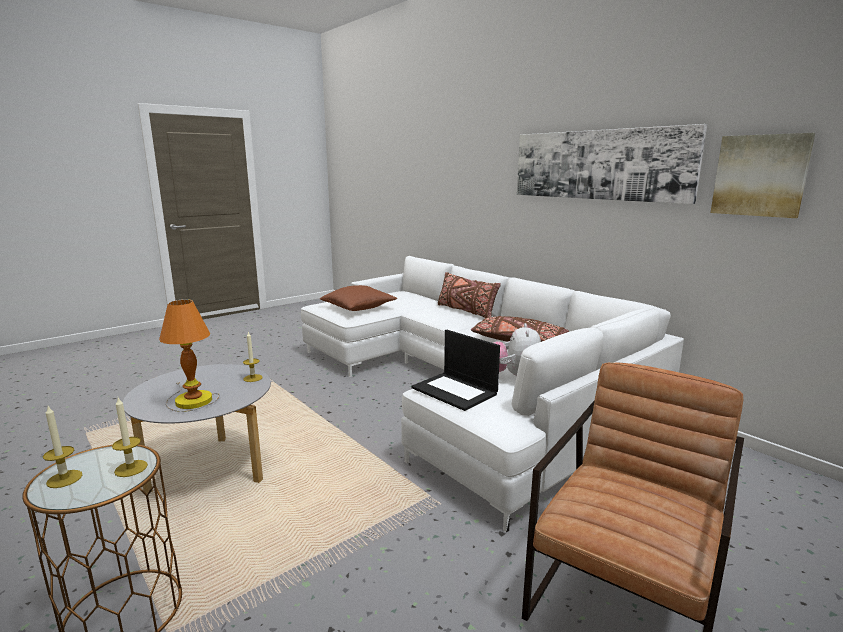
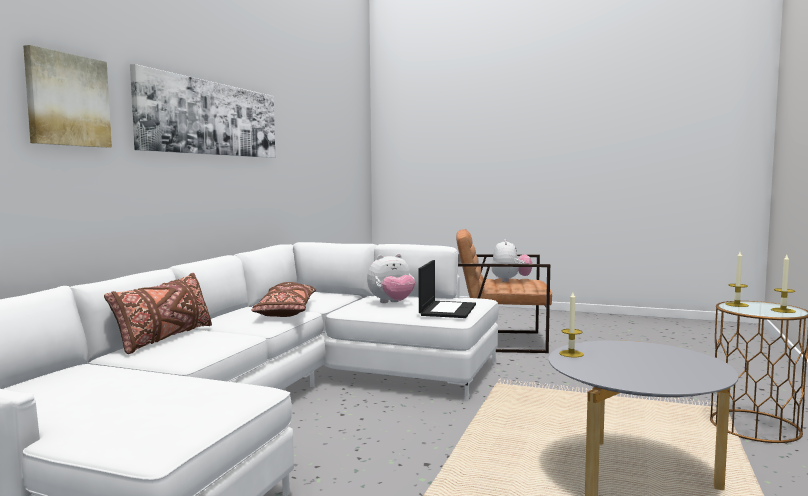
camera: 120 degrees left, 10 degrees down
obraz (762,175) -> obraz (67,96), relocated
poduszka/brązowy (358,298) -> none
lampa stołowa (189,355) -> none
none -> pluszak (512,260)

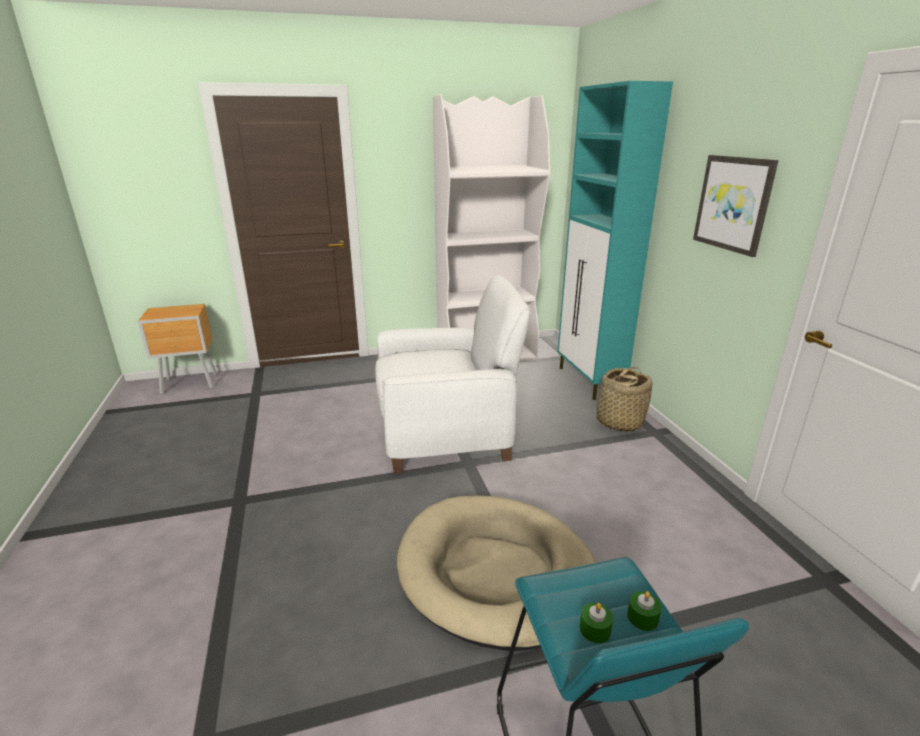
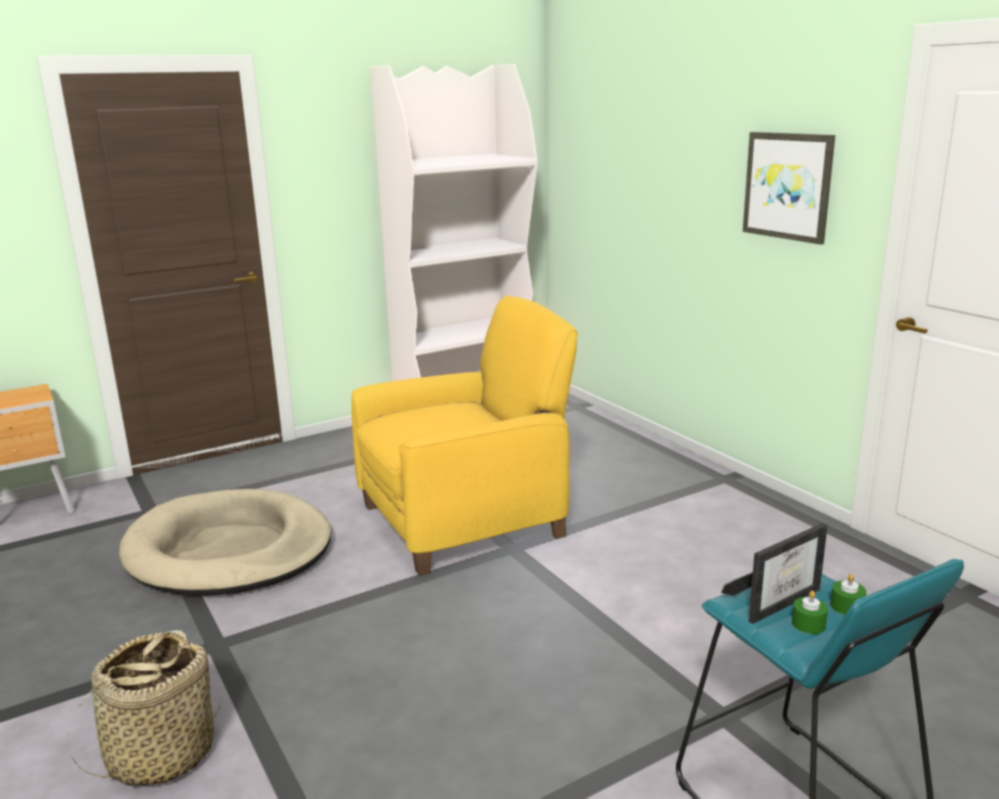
camera: 15 degrees left, 5 degrees down
szafka/turkusowy (615,240) -> none
fotel/biały (452,374) -> fotel/żółty (464,436)
koszyk (622,399) -> koszyk (144,708), relocated
legowisko/beżowy (496,573) -> legowisko/beżowy (225,542), relocated
none -> ramka na zdjęcie (774,573)

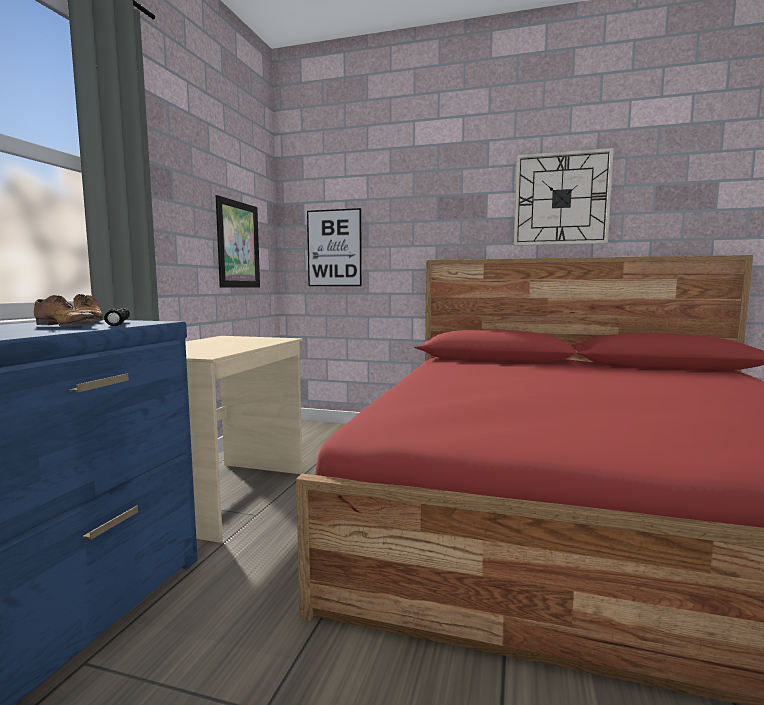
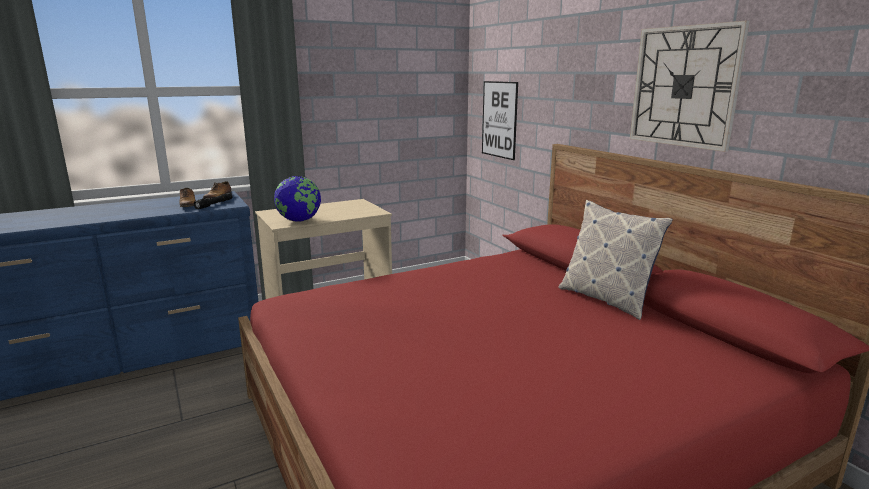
camera: 45 degrees right, 10 degrees up
obraz (238,241) -> none
none -> globus (297,199)
none -> poduszka (615,260)

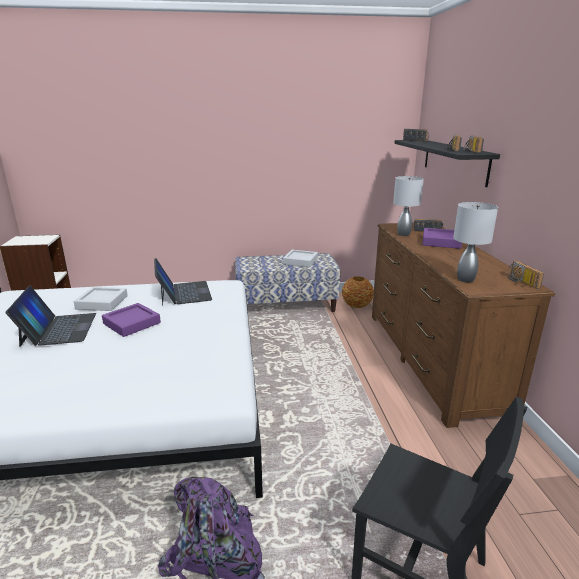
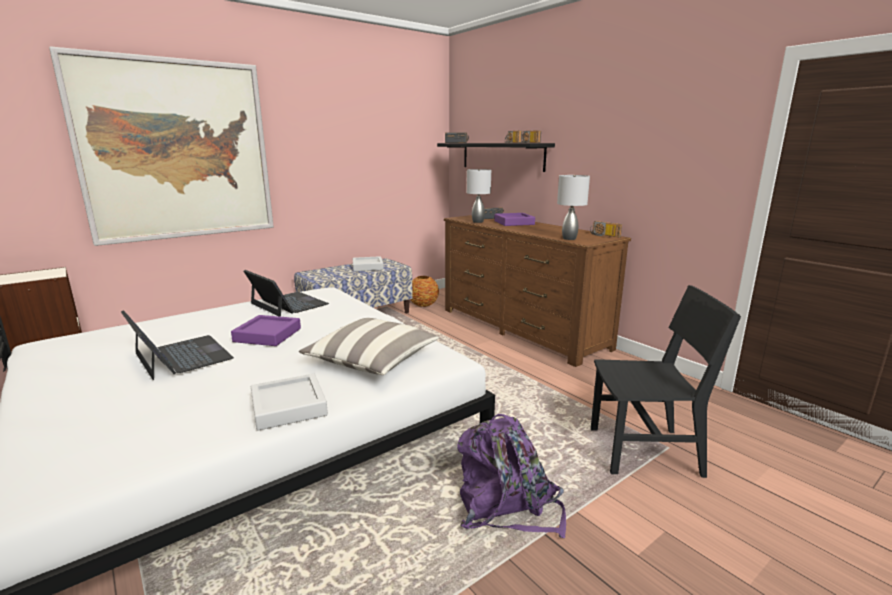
camera: 30 degrees left, 5 degrees down
taca/szary (101,299) -> taca/szary (289,402), relocated
none -> obraz (161,146)
none -> poduszka (369,346)

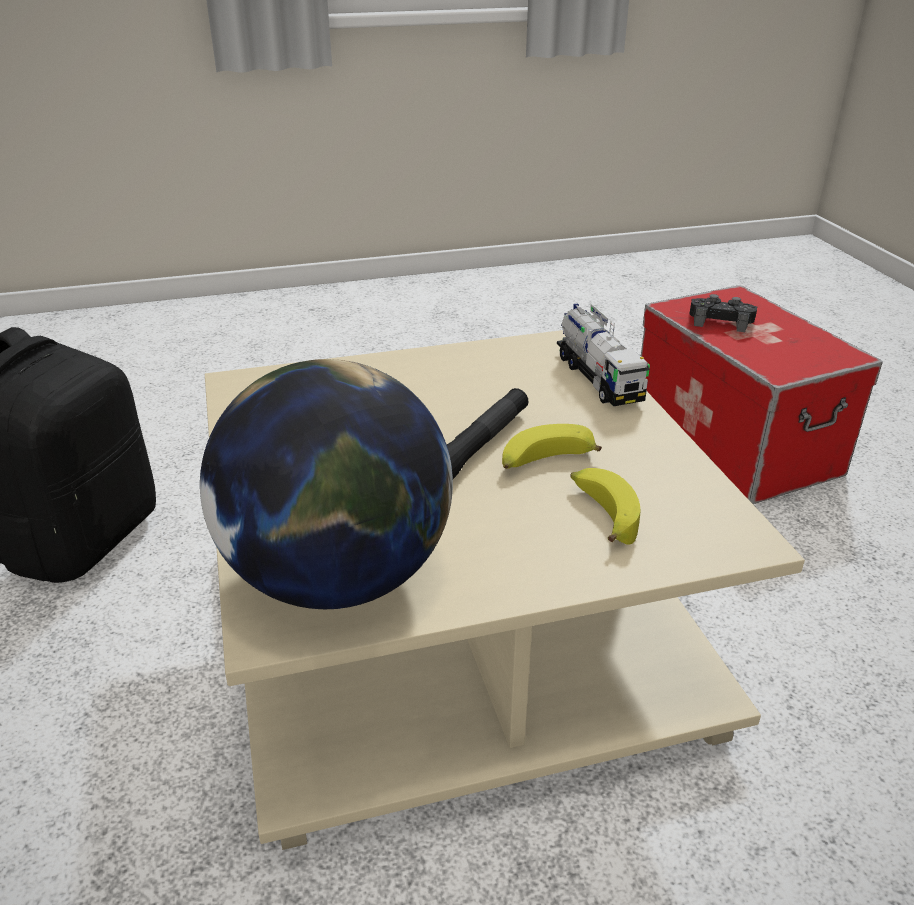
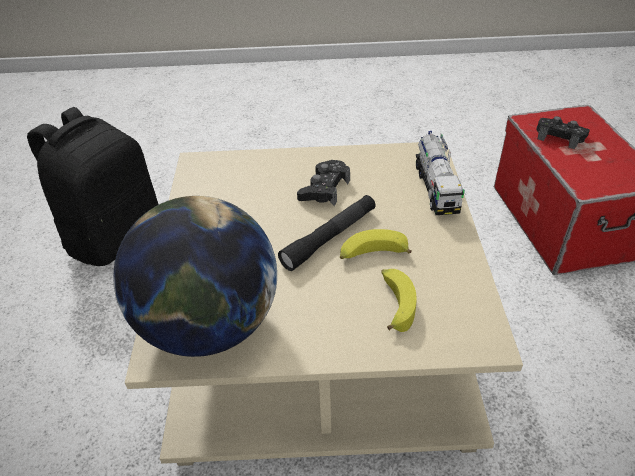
camera: 15 degrees right, 10 degrees up
none -> pad do gier/czarny (323,183)

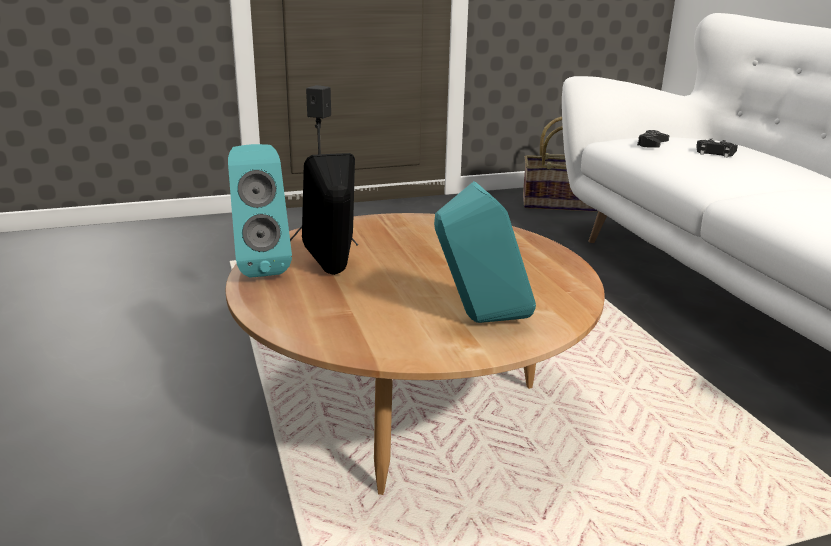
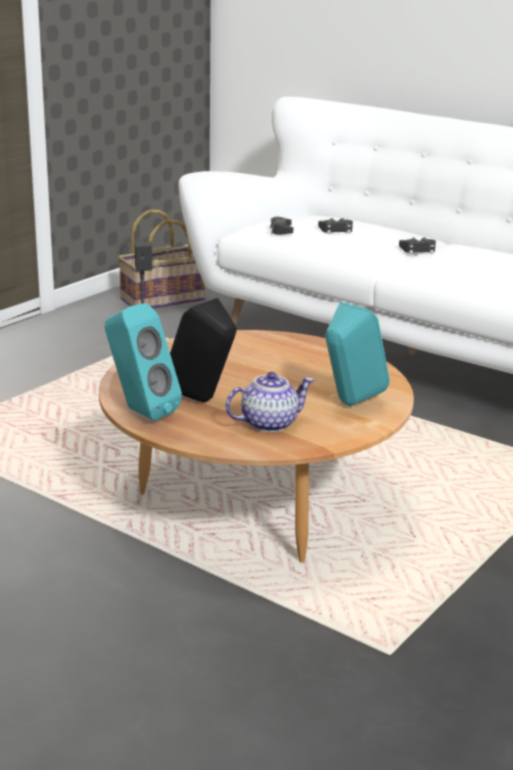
camera: 35 degrees left, 0 degrees up
none -> pad do gier/czarny (417,245)
none -> imbryk (269,402)

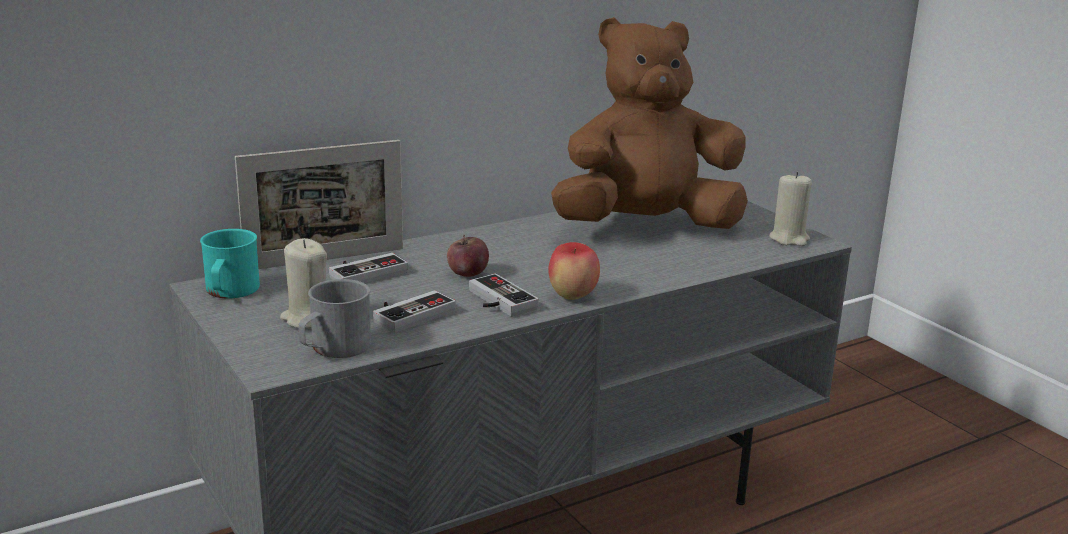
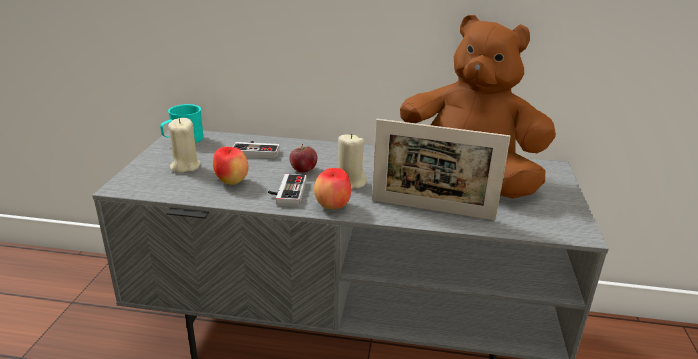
camera: 40 degrees right, 5 degrees up
ramka na zdjęcie (319,204) -> ramka na zdjęcie (441,169), relocated
świeca/beżowy (790,209) -> świeca/beżowy (352,161), relocated
kubek/szary (334,318) -> none
pad do gier (414,311) -> jabłko (230,166)

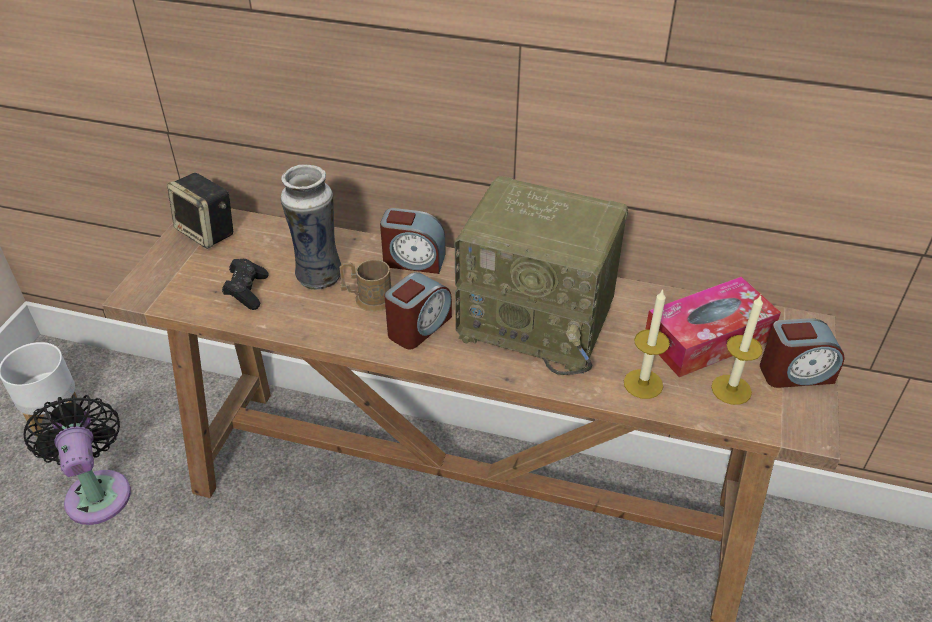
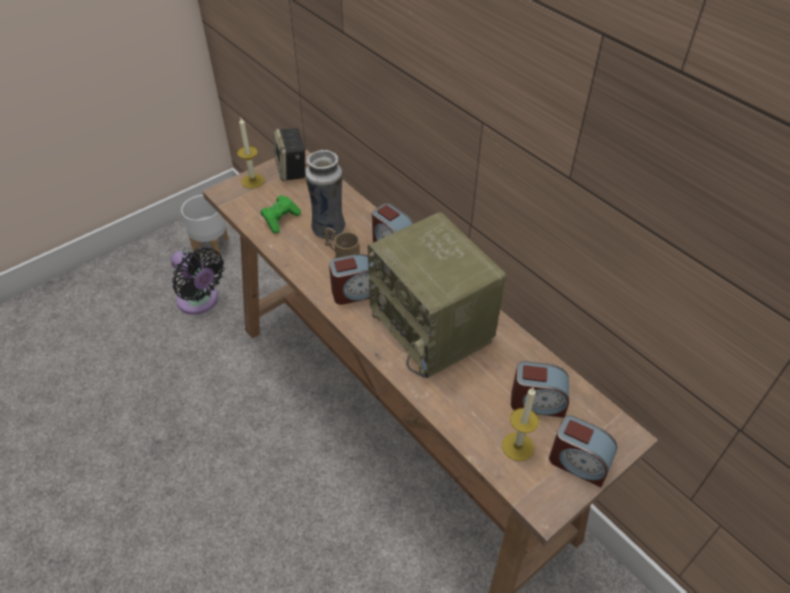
camera: 35 degrees right, 5 degrees up
pad do gier/czarny (245,284) -> pad do gier/zielony (281,214)
pudełko chusteczek (713,327) -> budzik (540,389)
świeca (647,344) -> świeca (251,153), relocated
wentylator/czarny (77,460) -> wentylator/czarny (197,280), 120 degrees clockwise

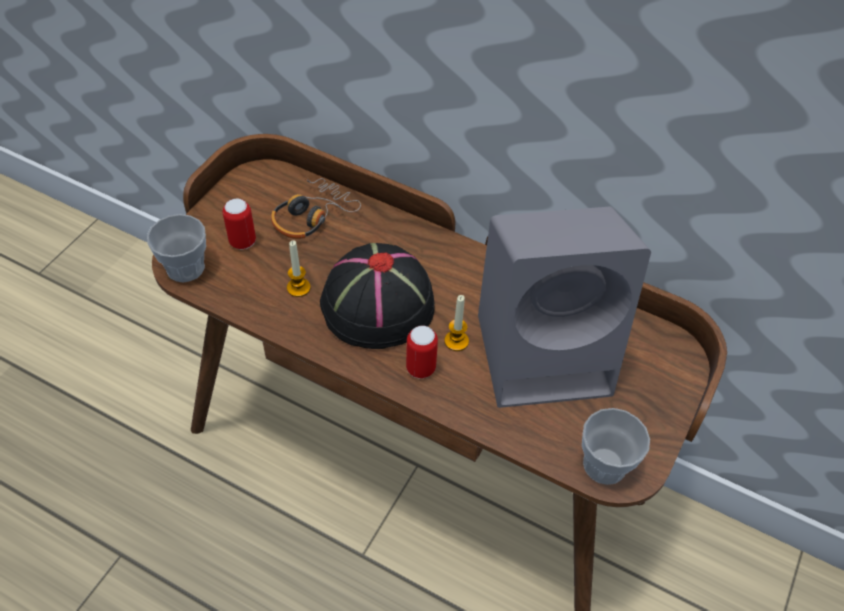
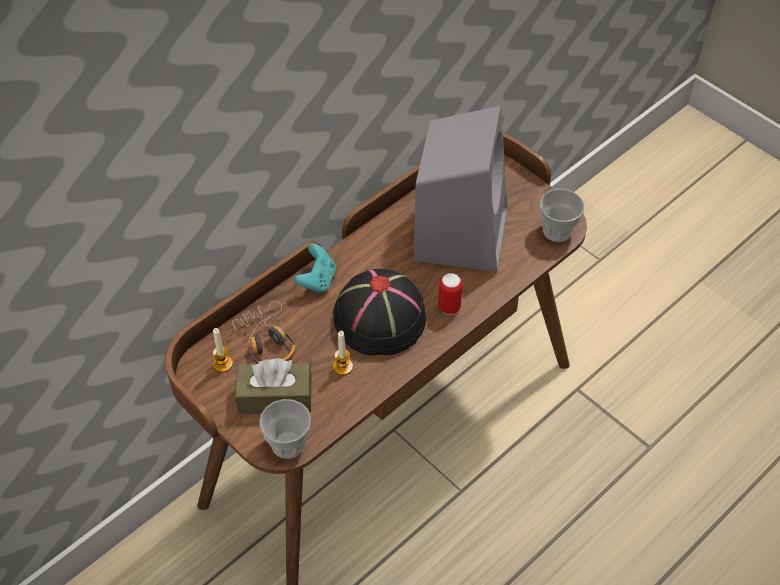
camera: 70 degrees left, 0 degrees up
puszka (239,223) -> pudełko chusteczek/brązowy (273,386)
świeca (456,323) -> świeca (223,350), relocated
none -> pad do gier/turkusowy (315,268)

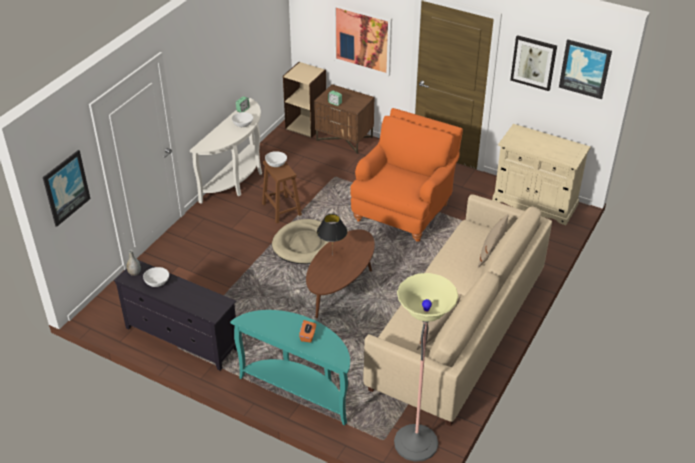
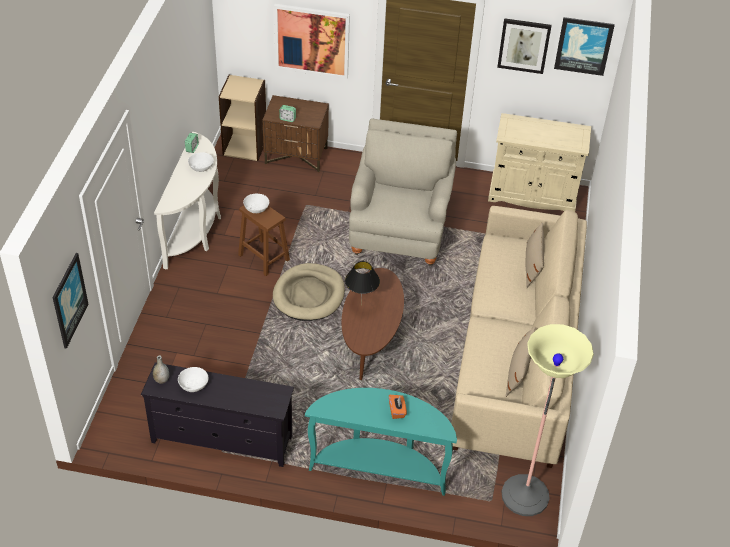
camera: 20 degrees left, 5 degrees up
fotel/pomarańczowy (406,175) -> fotel/beżowy (403,192)

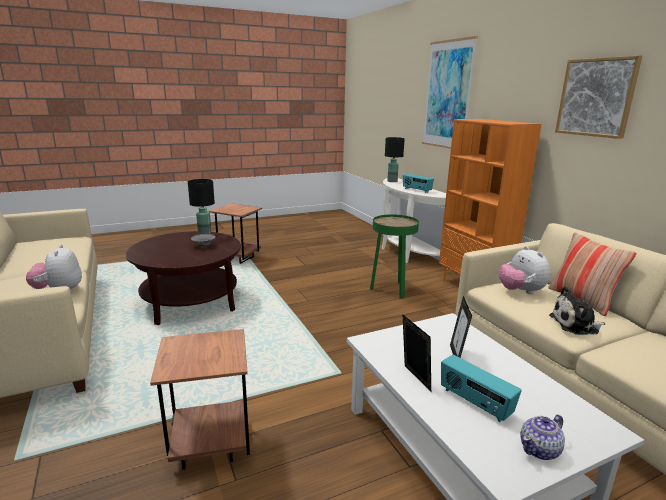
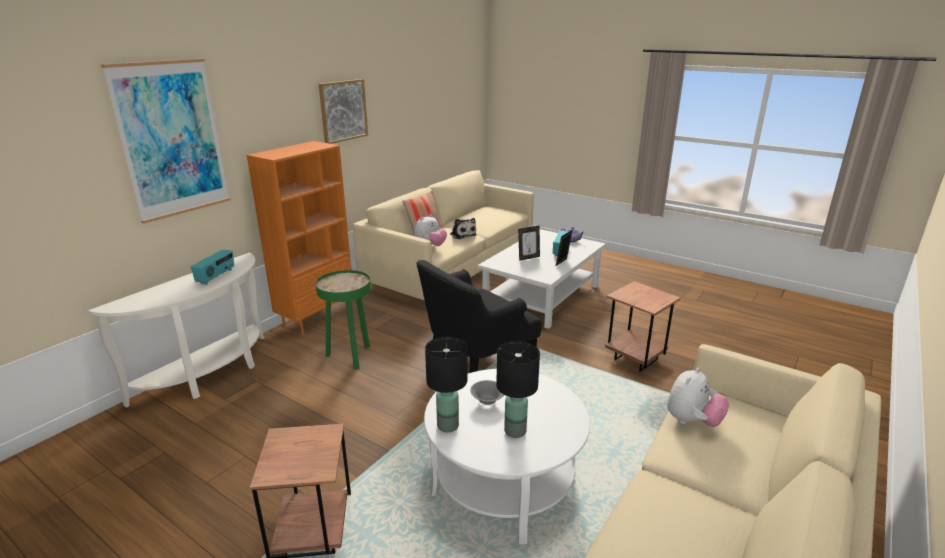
camera: 120 degrees left, 5 degrees up
lampa stołowa/czarny (395,159) -> lampa stołowa/czarny (518,389), relocated
ława/brązowy (183,278) -> ława/biały (507,457)
none -> fotel/czarny (479,316)

